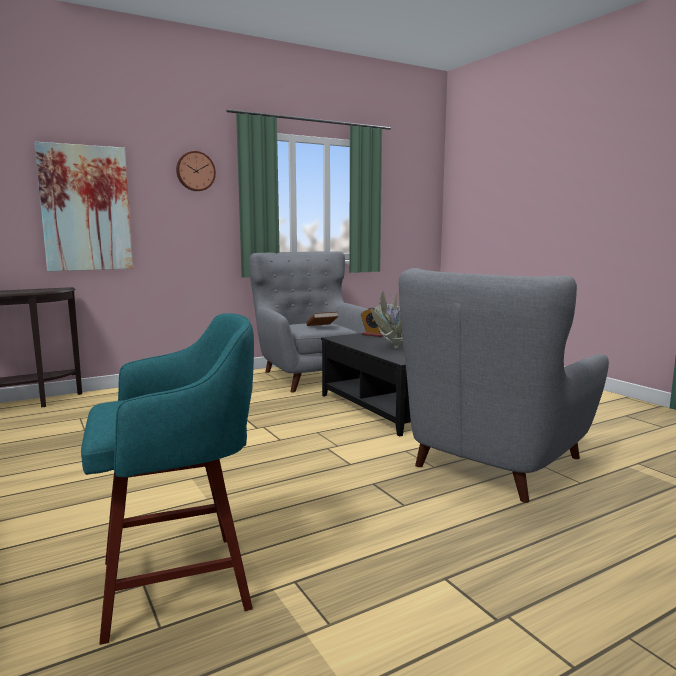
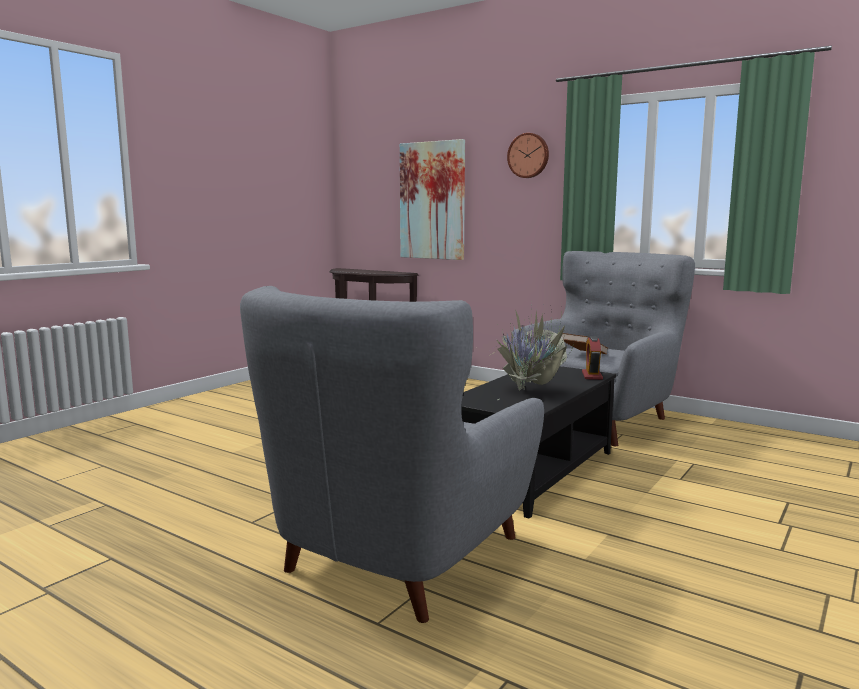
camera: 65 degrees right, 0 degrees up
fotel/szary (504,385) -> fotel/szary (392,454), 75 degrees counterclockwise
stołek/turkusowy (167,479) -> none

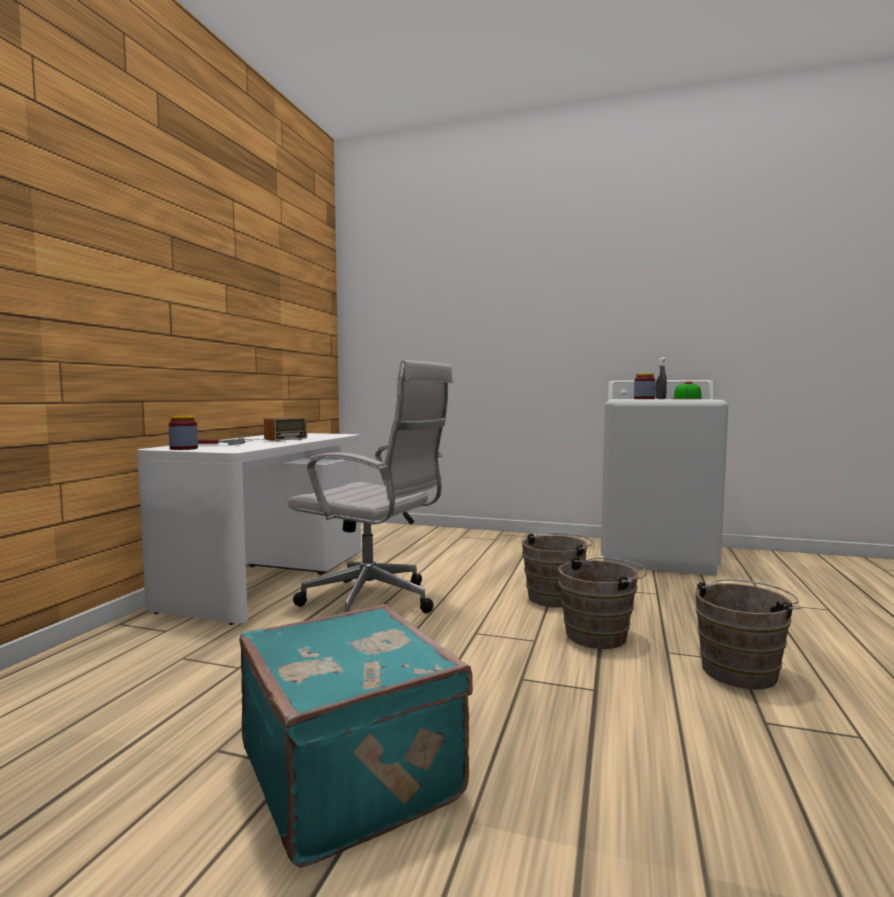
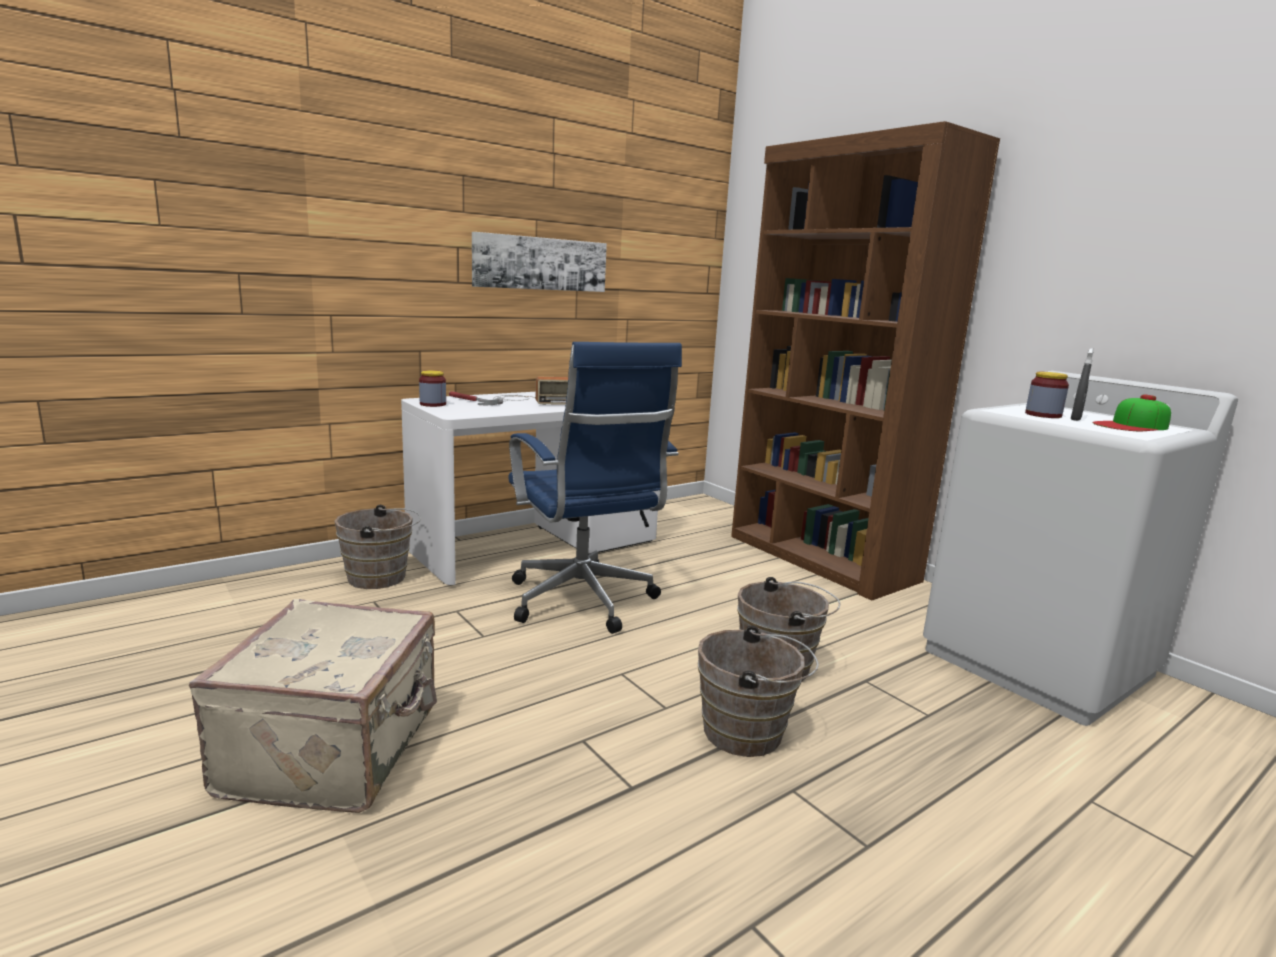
camera: 35 degrees right, 10 degrees up
krzesło biurowe/biały (370,487) -> krzesło biurowe/niebieski (595,488)
wiadro/brązowy (747,634) -> wiadro/brązowy (378,547), relocated
walizka/turkusowy (356,736) -> walizka/beżowy (313,706)
none -> regał/brązowy (865,361)
none -> obraz (539,262)

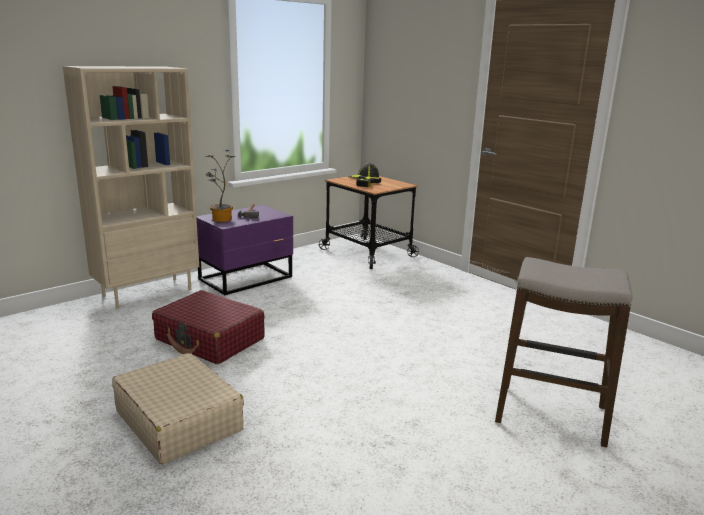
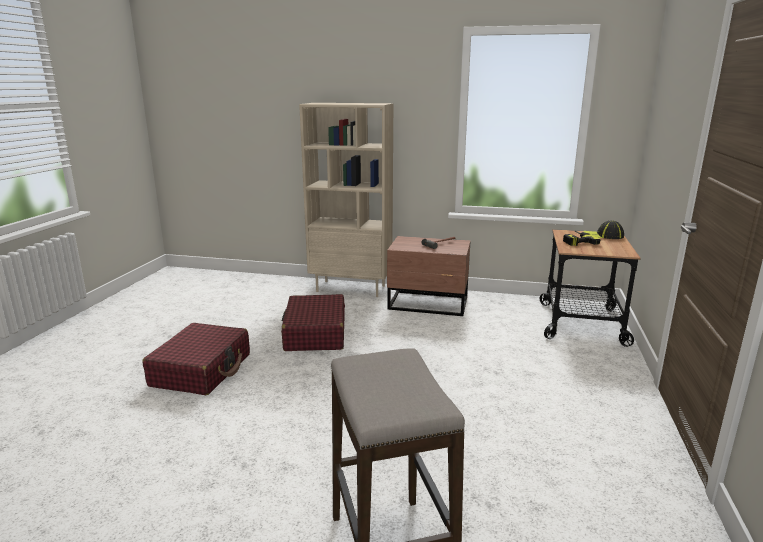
camera: 55 degrees right, 0 degrees up
roślina doniczkowa (220,186) -> none
szafka nocna/fioletowy (244,250) -> szafka nocna/brązowy (428,276)
walizka/beżowy (178,408) -> walizka/czerwony (196,359)

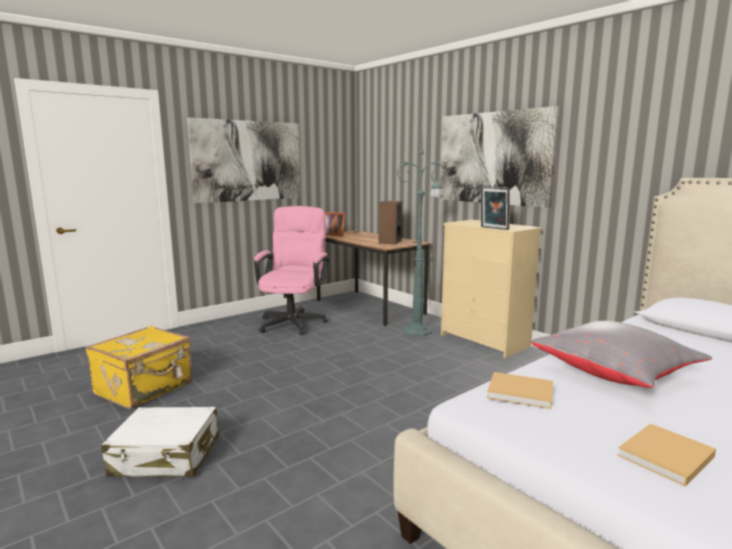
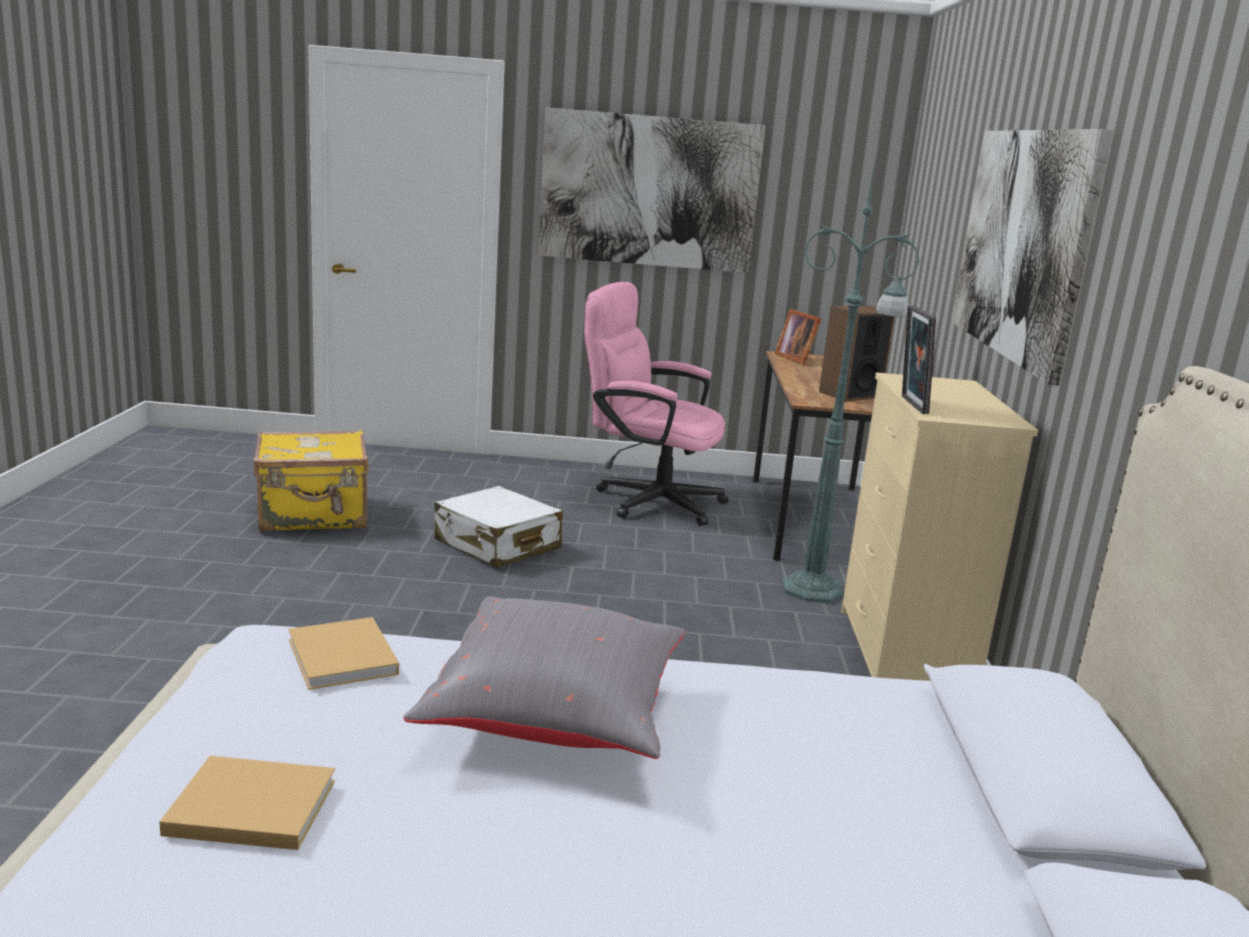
camera: 40 degrees right, 5 degrees up
krzesło biurowe/różowy (292,270) -> krzesło biurowe/różowy (656,404), 120 degrees counterclockwise
walizka/biały (160,442) -> walizka/biały (498,527), relocated

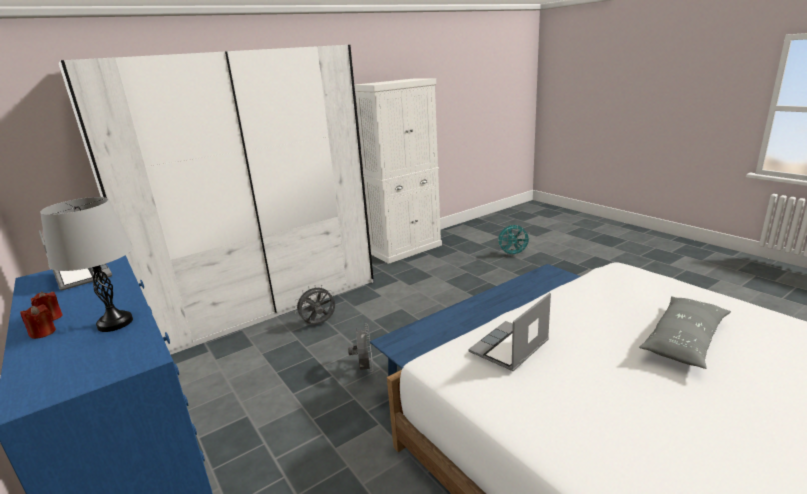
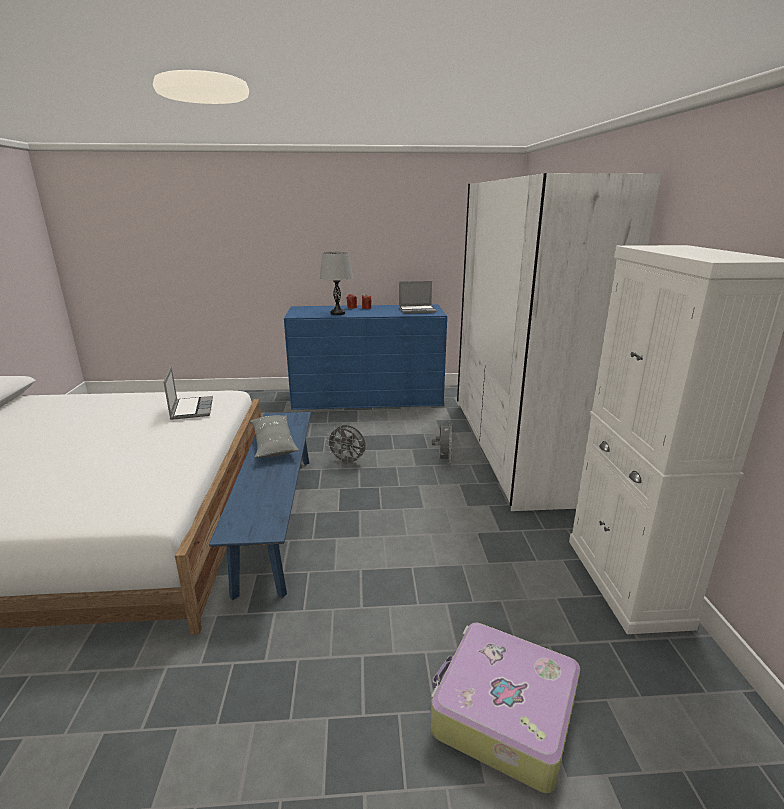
camera: 120 degrees right, 0 degrees up
wentylator/turkusowy (514,240) -> walizka (505,708)
poduszka/szary (685,332) -> poduszka/szary (274,436), relocated

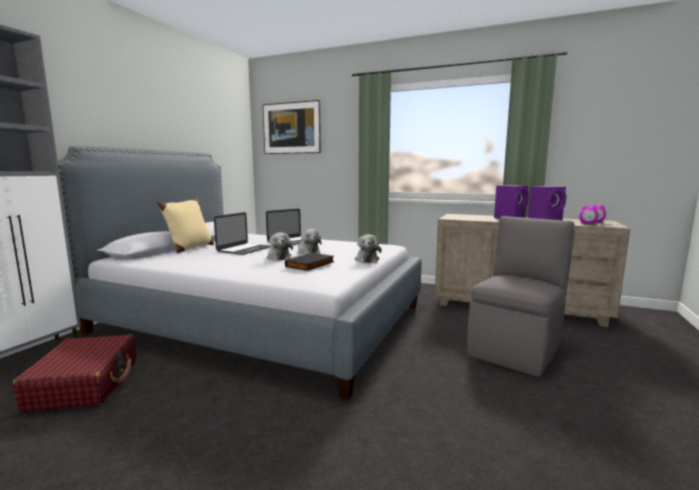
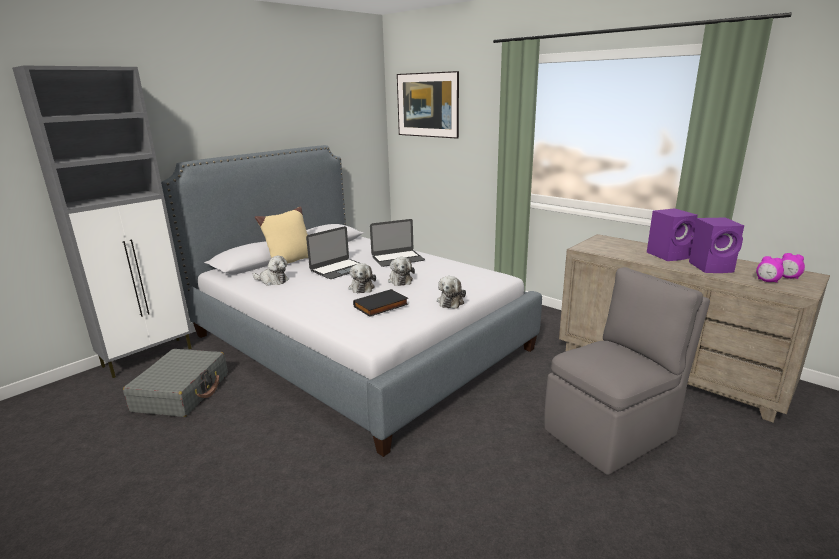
camera: 20 degrees right, 10 degrees up
walizka/czerwony (74,373) -> walizka/szary (175,383)
none -> pluszak (270,271)

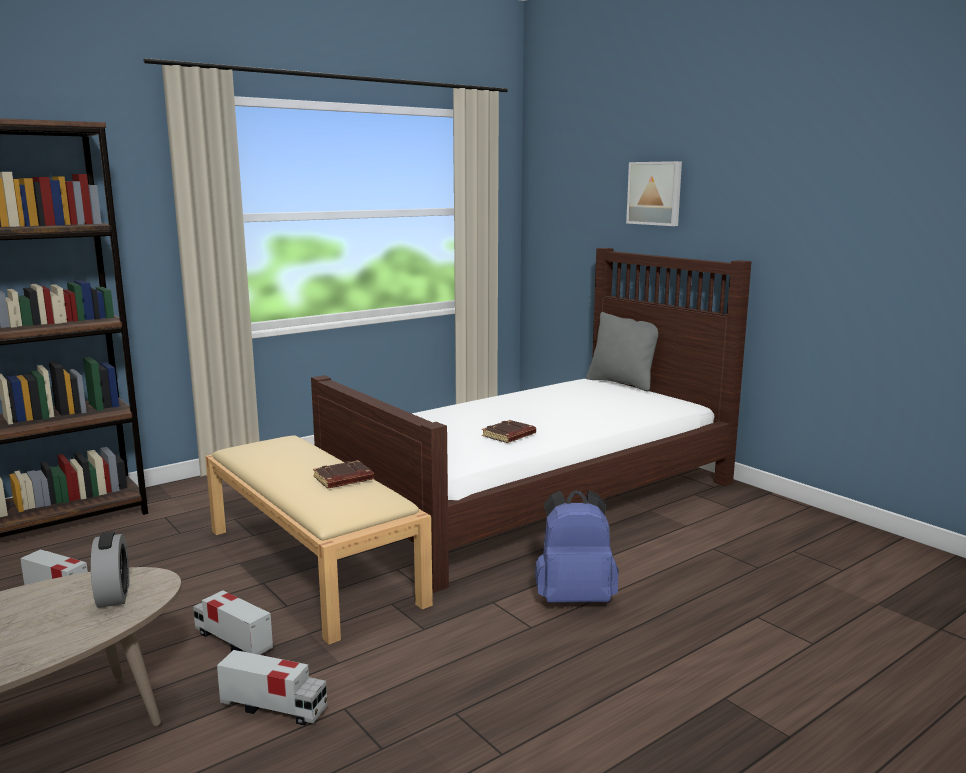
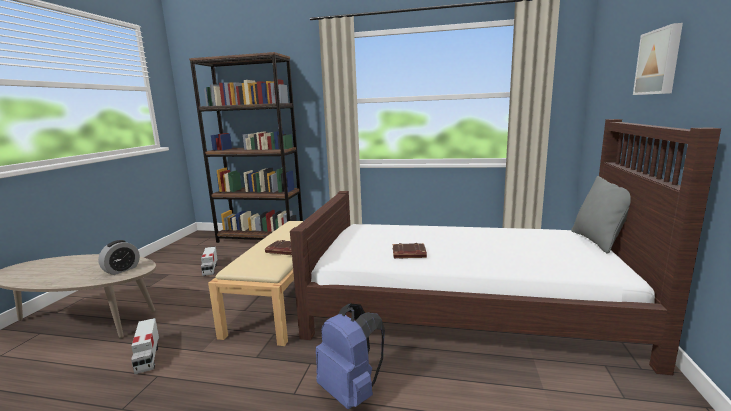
camera: 50 degrees right, 0 degrees up
ciężarówka zabawkowa (233,622) -> none

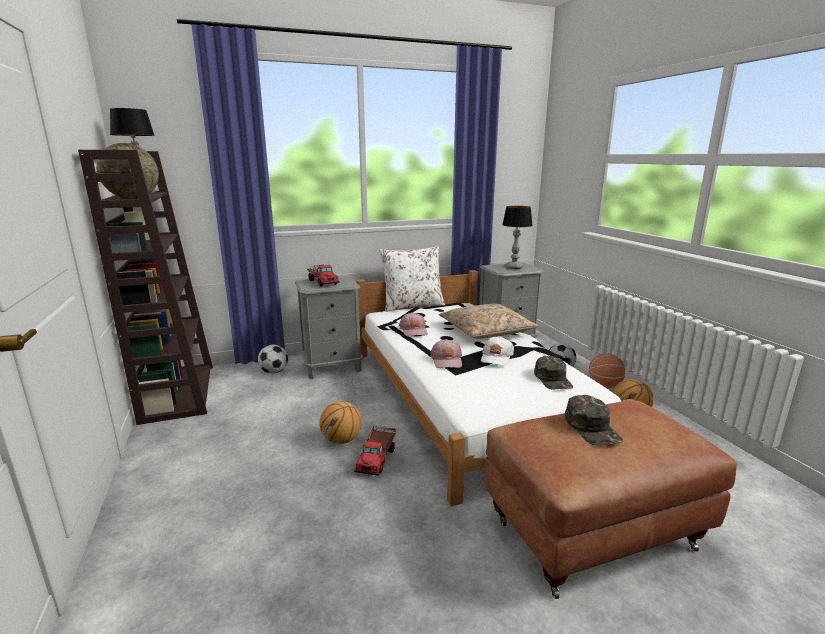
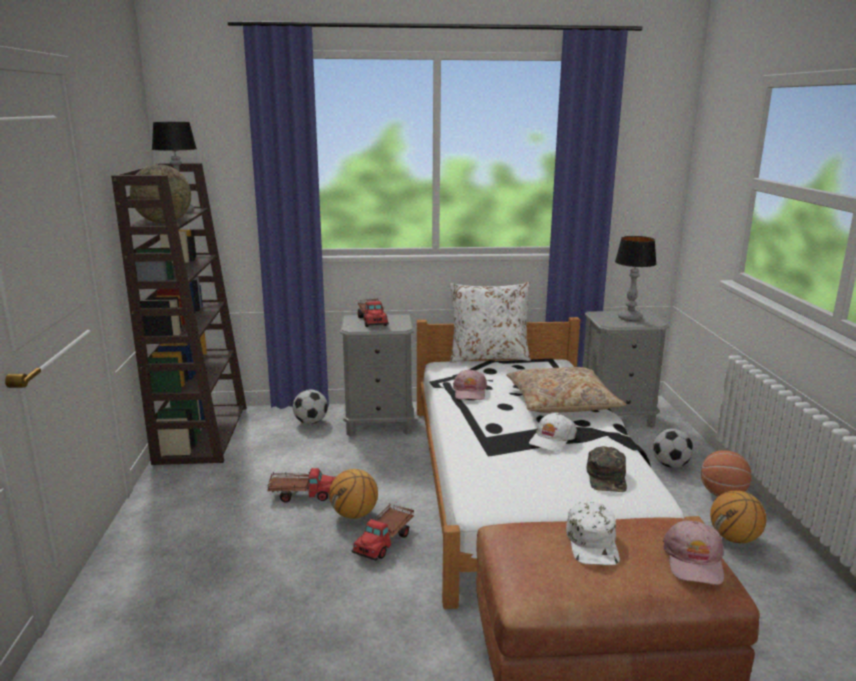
camera: 15 degrees right, 0 degrees up
czapka z daszkiem/różowy (446,353) -> czapka z daszkiem/różowy (693,553), relocated
czapka z daszkiem/zielony (594,420) -> czapka z daszkiem/biały (593,533)
none -> ciężarówka zabawkowa (301,485)

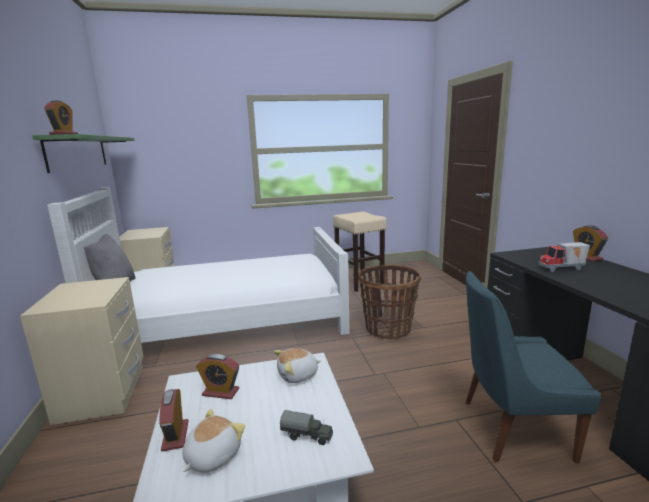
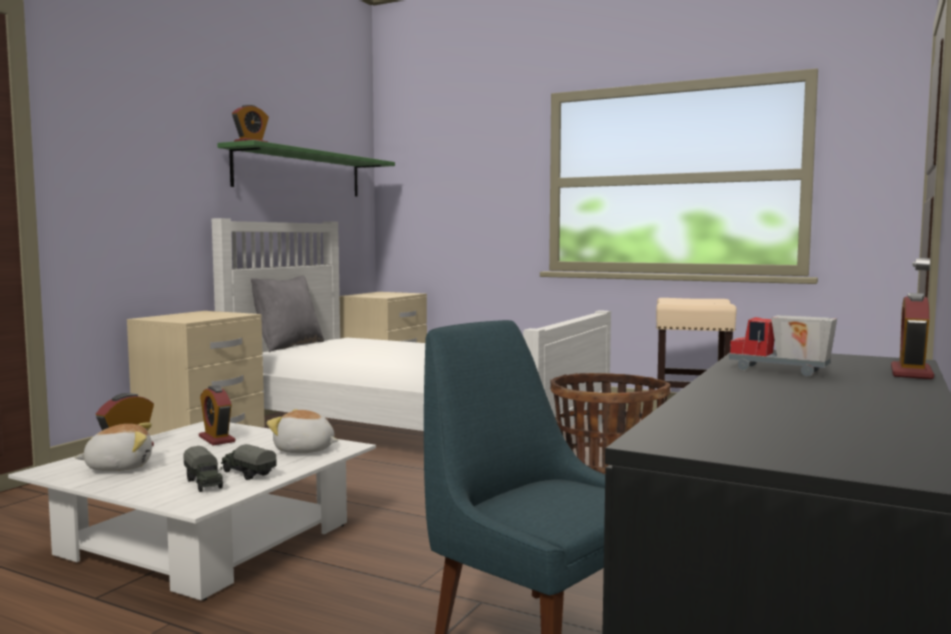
camera: 40 degrees right, 10 degrees down
none -> ciężarówka zabawkowa (249,462)

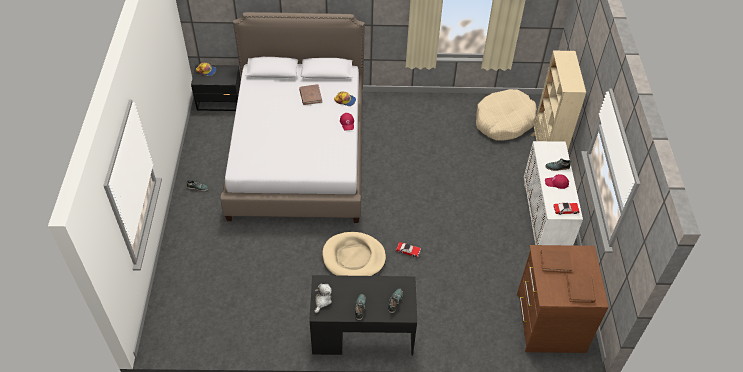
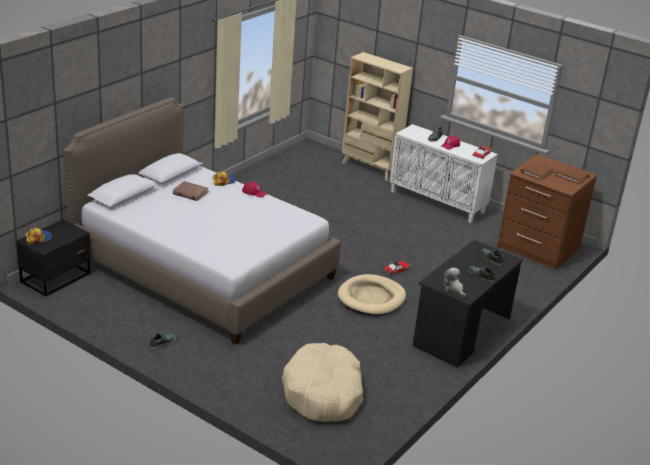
camera: 55 degrees left, 20 degrees down
legowisko/beżowy (506,114) -> legowisko/beżowy (322,382), relocated

